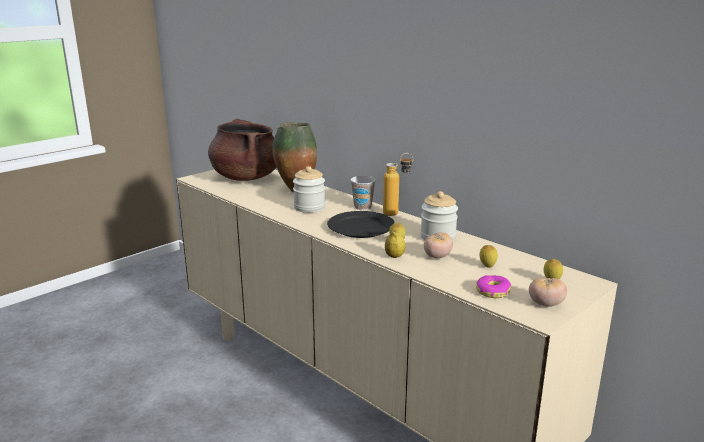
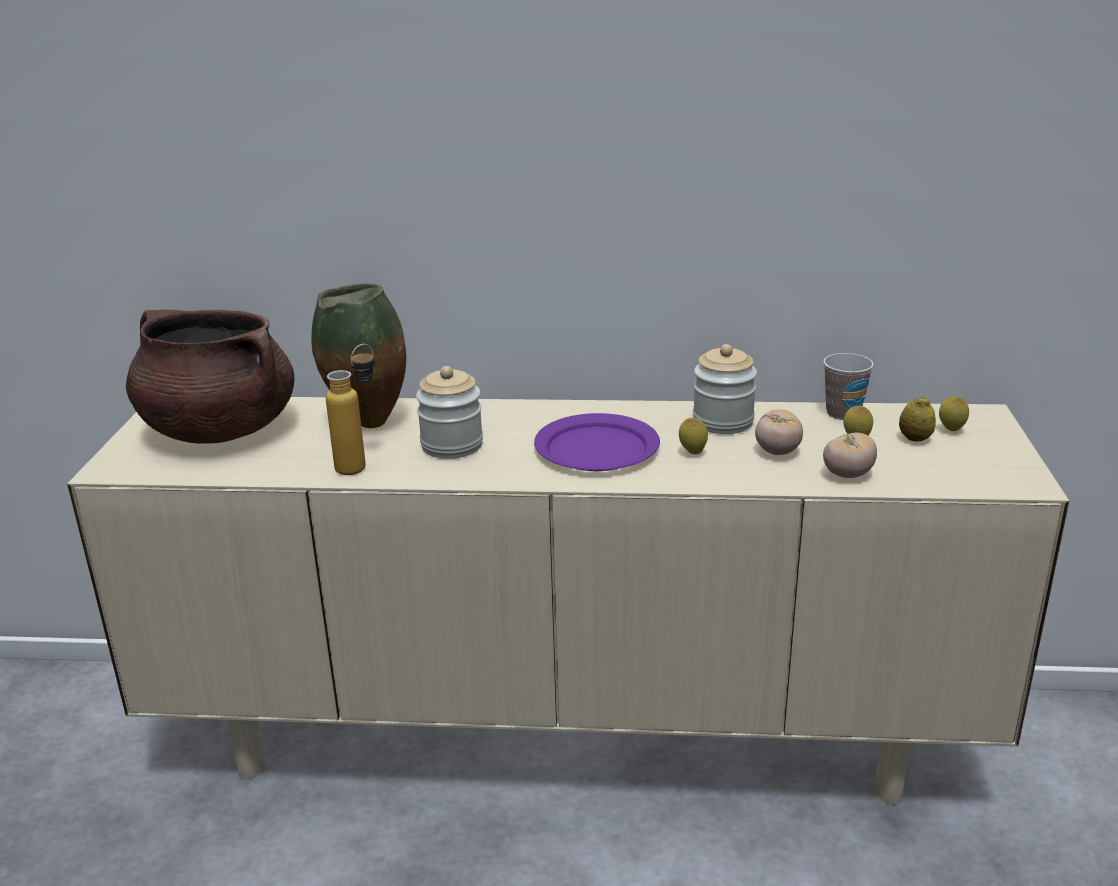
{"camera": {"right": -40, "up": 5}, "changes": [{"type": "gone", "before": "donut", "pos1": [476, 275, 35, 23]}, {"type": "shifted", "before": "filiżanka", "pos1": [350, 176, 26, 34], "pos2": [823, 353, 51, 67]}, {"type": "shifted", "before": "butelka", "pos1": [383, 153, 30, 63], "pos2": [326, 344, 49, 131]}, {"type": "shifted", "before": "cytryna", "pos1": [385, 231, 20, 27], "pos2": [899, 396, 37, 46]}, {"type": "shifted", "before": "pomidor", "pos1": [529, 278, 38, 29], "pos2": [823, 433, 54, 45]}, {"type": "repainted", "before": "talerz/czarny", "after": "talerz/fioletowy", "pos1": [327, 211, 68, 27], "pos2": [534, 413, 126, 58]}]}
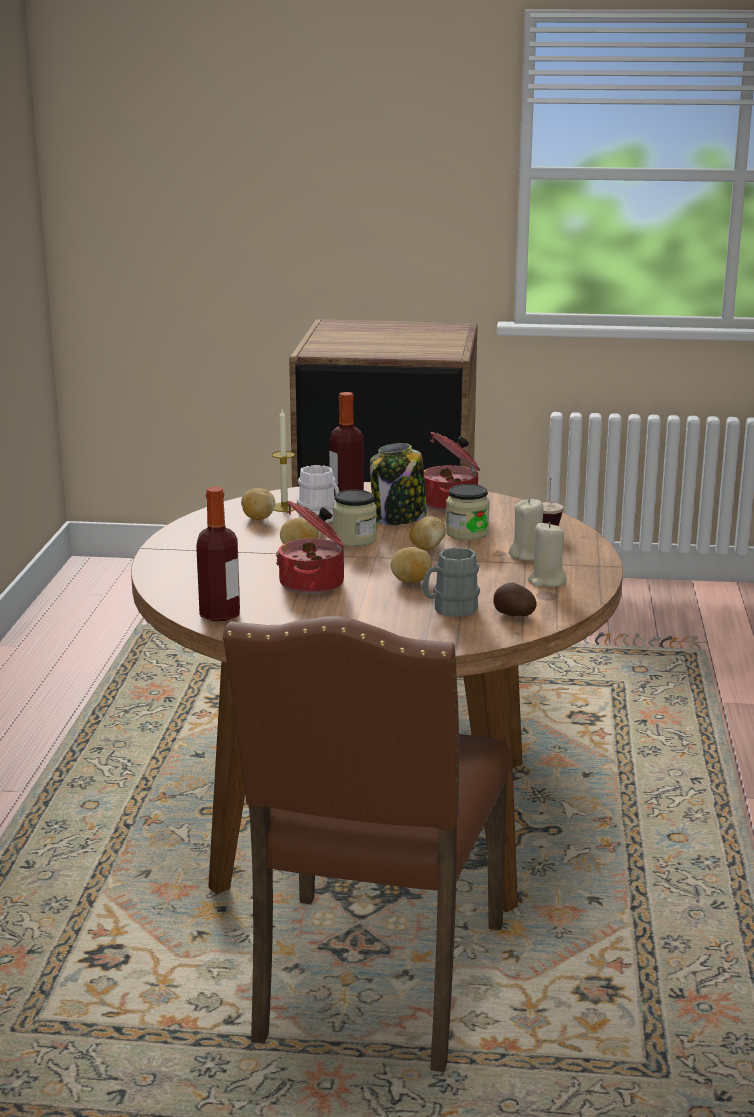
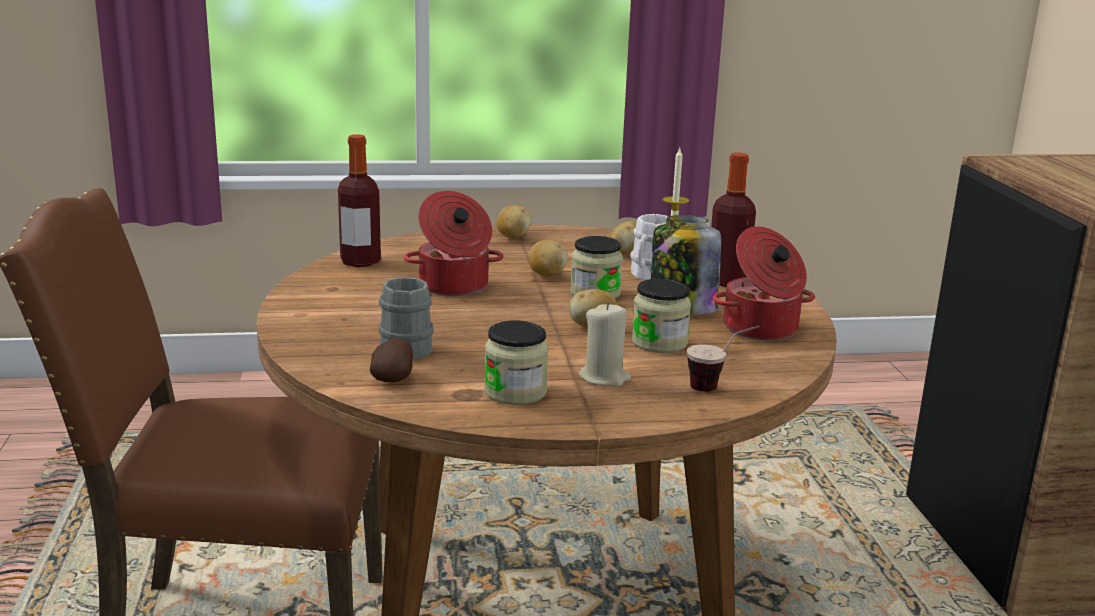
{"camera": {"right": 75, "up": 0}, "changes": [{"type": "shifted", "before": "ziemniak", "pos1": [390, 547, 42, 36], "pos2": [496, 205, 36, 33]}, {"type": "swapped", "before": "świeca/beżowy", "after": "słoik", "pos1": [527, 522, 40, 65], "pos2": [484, 321, 65, 84]}]}
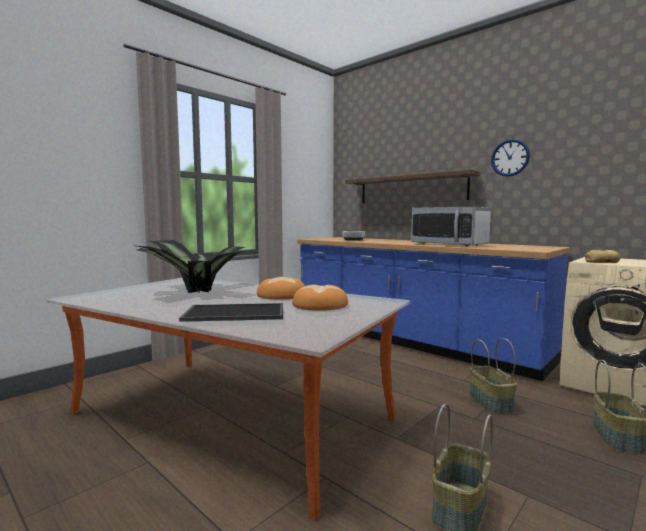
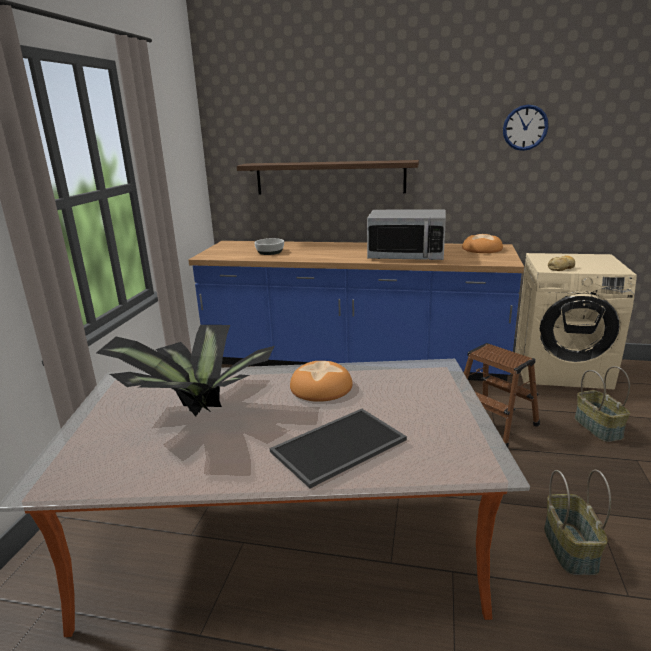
{"camera": {"right": -30, "up": 15}, "changes": [{"type": "shifted", "before": "chleb", "pos1": [292, 284, 56, 27], "pos2": [462, 234, 41, 19]}, {"type": "shifted", "before": "zegar ścienny", "pos1": [491, 139, 39, 38], "pos2": [503, 105, 46, 46]}, {"type": "swapped", "before": "koszyk", "after": "drabinka/brązowy", "pos1": [470, 338, 47, 77], "pos2": [464, 343, 76, 105]}]}
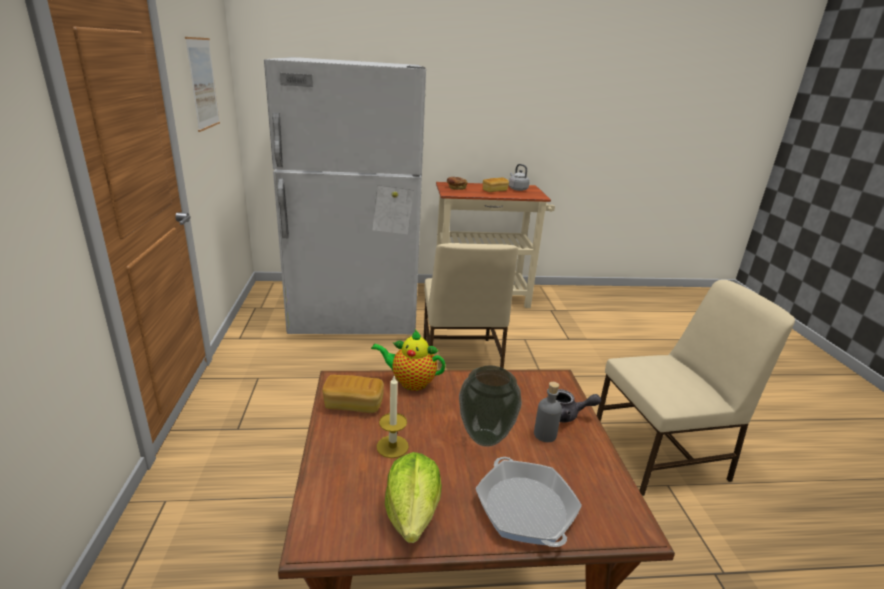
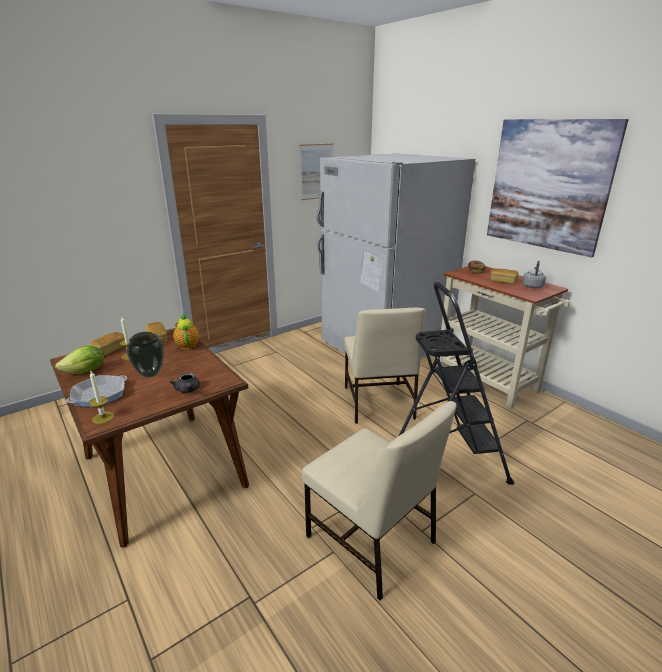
{"camera": {"right": 60, "up": 0}, "changes": [{"type": "gone", "before": "butelka/szary", "pos1": [534, 382, 28, 60]}, {"type": "new", "after": "chleb", "pos2": [89, 332, 36, 24]}, {"type": "new", "after": "świeca", "pos2": [89, 371, 25, 53]}, {"type": "new", "after": "drabinka", "pos2": [399, 282, 115, 203]}, {"type": "new", "after": "obraz", "pos2": [487, 119, 142, 138]}, {"type": "rotated", "before": "krzesło/beżowy", "pos1": [424, 243, 94, 126], "pos2": [344, 308, 82, 116], "turn": -60}]}
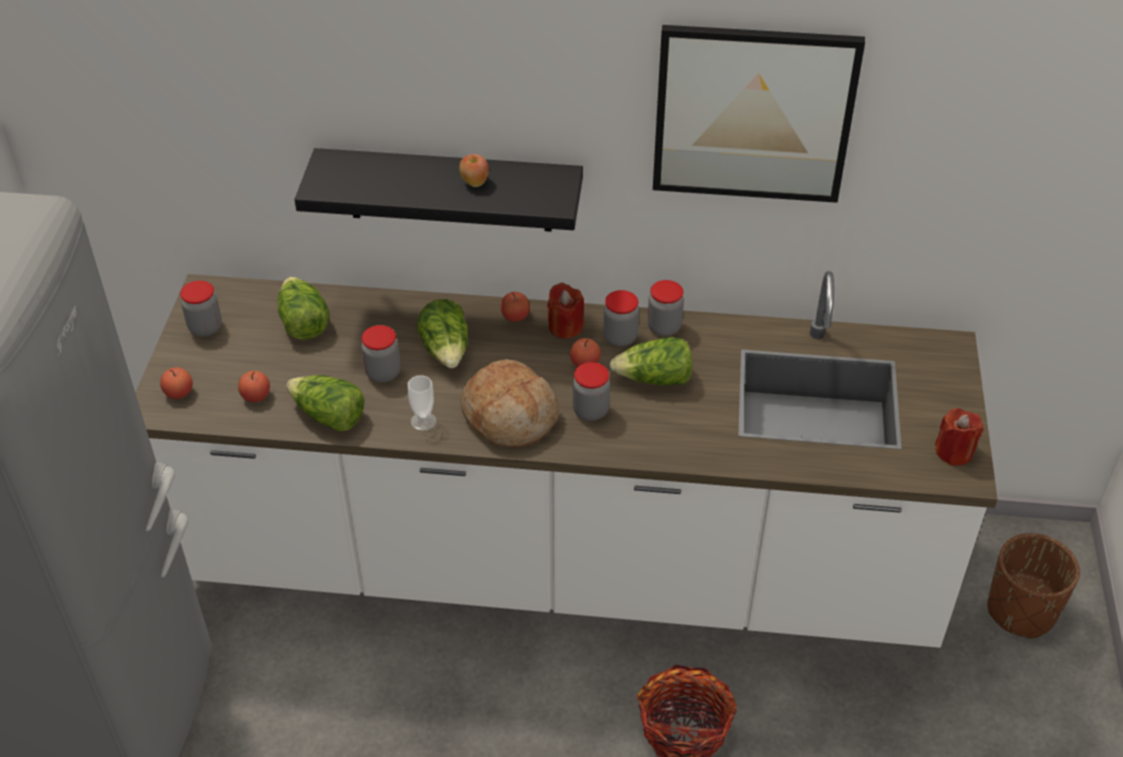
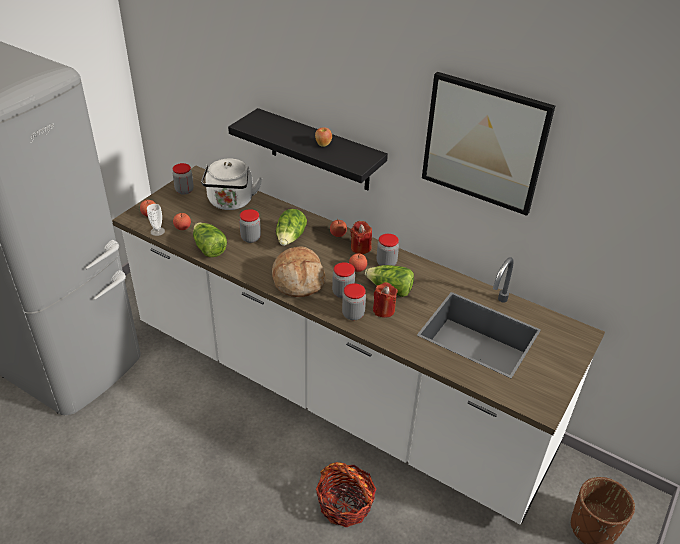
{"camera": {"right": 25, "up": -5}, "changes": [{"type": "shifted", "before": "filiżanka", "pos1": [408, 375, 28, 56], "pos2": [147, 204, 18, 32]}, {"type": "shifted", "before": "słoik", "pos1": [647, 280, 37, 56], "pos2": [342, 283, 24, 37]}, {"type": "shifted", "before": "świeca/czerwony", "pos1": [935, 408, 49, 58], "pos2": [373, 282, 25, 36]}, {"type": "swapped", "before": "sałata", "after": "czajnik/biały", "pos1": [278, 276, 51, 64], "pos2": [201, 158, 61, 52]}]}
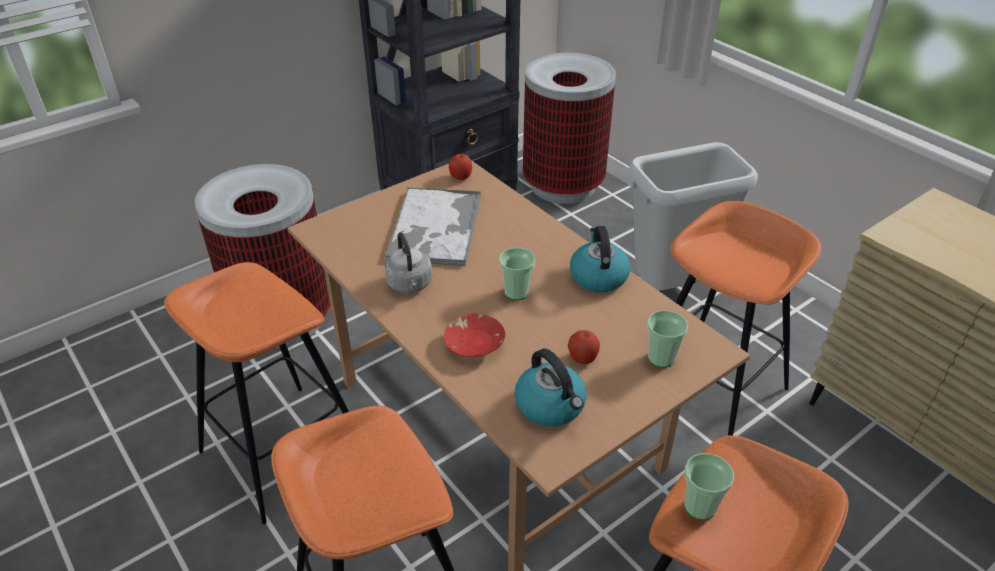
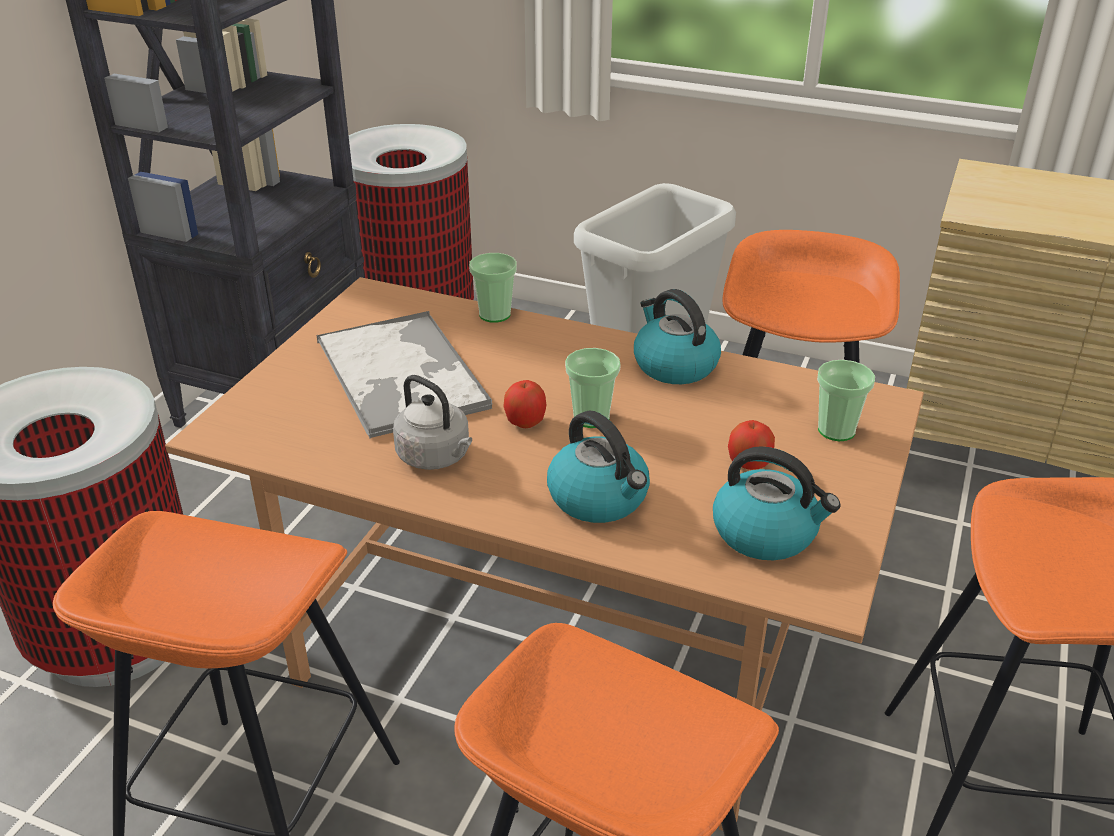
{"camera": {"right": -30, "up": -5}, "changes": [{"type": "shifted", "before": "jabłko", "pos1": [449, 154, 23, 26], "pos2": [503, 380, 43, 48]}, {"type": "shifted", "before": "filiżanka", "pos1": [684, 453, 50, 67], "pos2": [469, 253, 48, 70]}, {"type": "swapped", "before": "miska/czerwony", "after": "czajnik", "pos1": [444, 313, 61, 44], "pos2": [547, 411, 103, 112]}]}
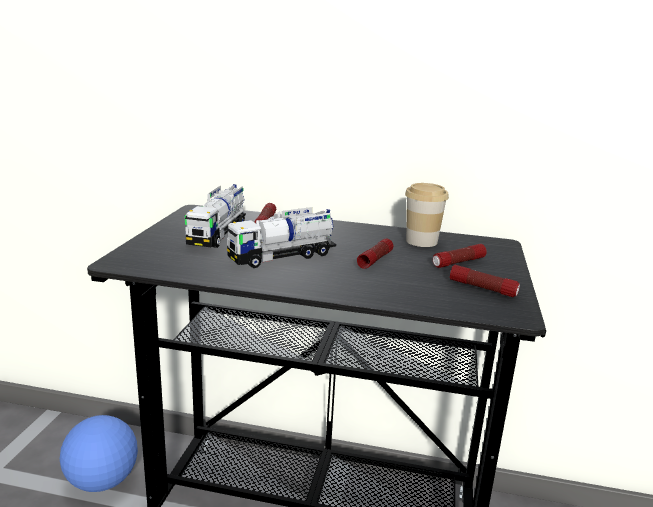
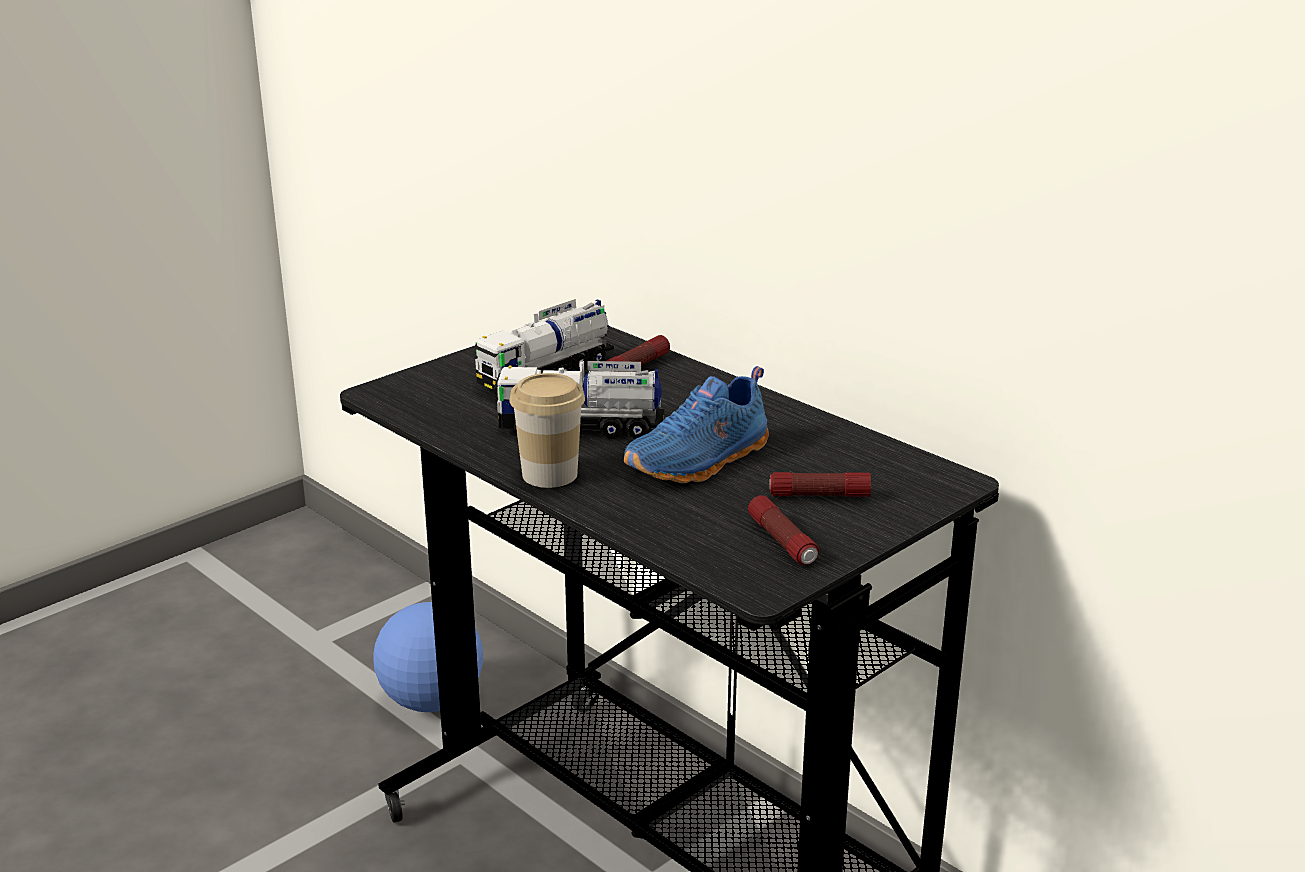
{"camera": {"right": 35, "up": 5}, "changes": [{"type": "shifted", "before": "filiżanka", "pos1": [405, 183, 44, 64], "pos2": [509, 373, 76, 115]}, {"type": "swapped", "before": "latarka", "after": "but/niebieski", "pos1": [357, 238, 37, 31], "pos2": [624, 366, 145, 117]}]}
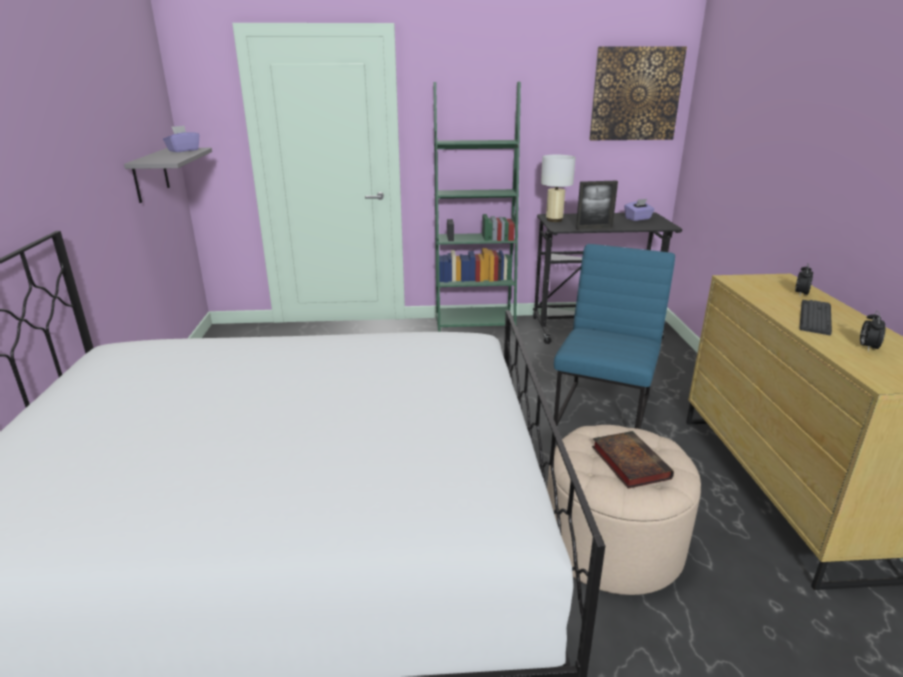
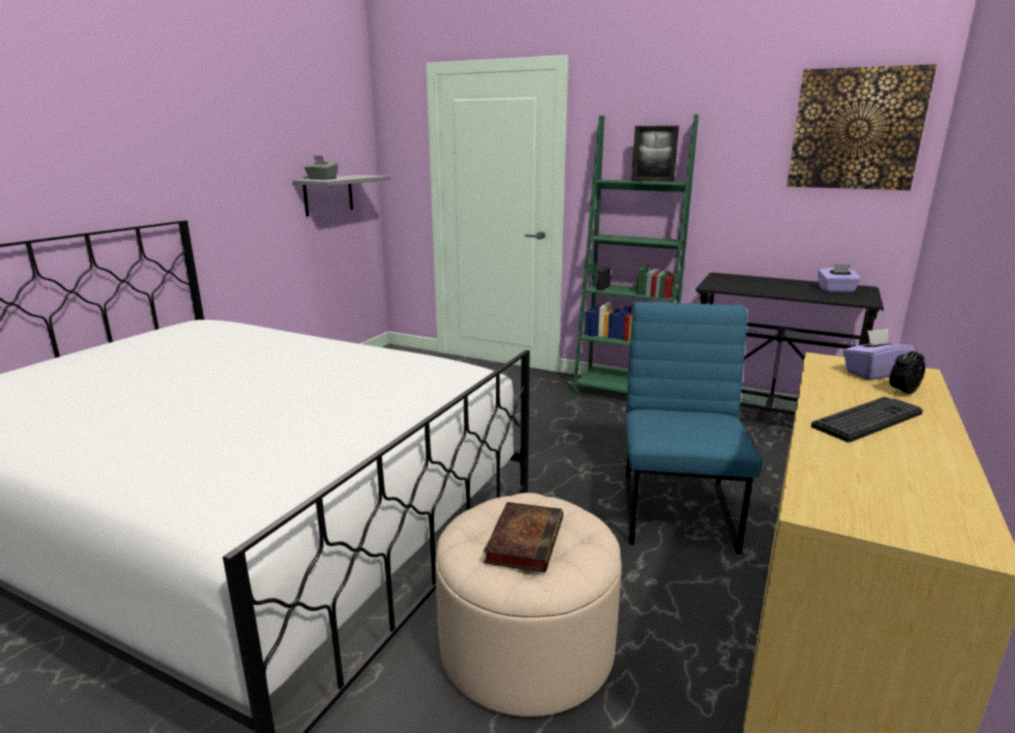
{"camera": {"right": 30, "up": -5}, "changes": [{"type": "gone", "before": "lampa stołowa/biały", "pos1": [541, 155, 34, 67]}, {"type": "gone", "before": "budzik", "pos1": [860, 311, 25, 40]}, {"type": "new", "after": "pudełko chusteczek/szary", "pos2": [304, 155, 34, 25]}, {"type": "shifted", "before": "pudełko chusteczek/fioletowy", "pos1": [163, 126, 36, 26], "pos2": [843, 328, 73, 52]}, {"type": "shifted", "before": "ramka na zdjęcie", "pos1": [576, 180, 42, 50], "pos2": [632, 126, 47, 56]}, {"type": "rotated", "before": "krzesło/niebieski", "pos1": [554, 244, 121, 185], "pos2": [625, 302, 137, 252], "turn": -45}]}
